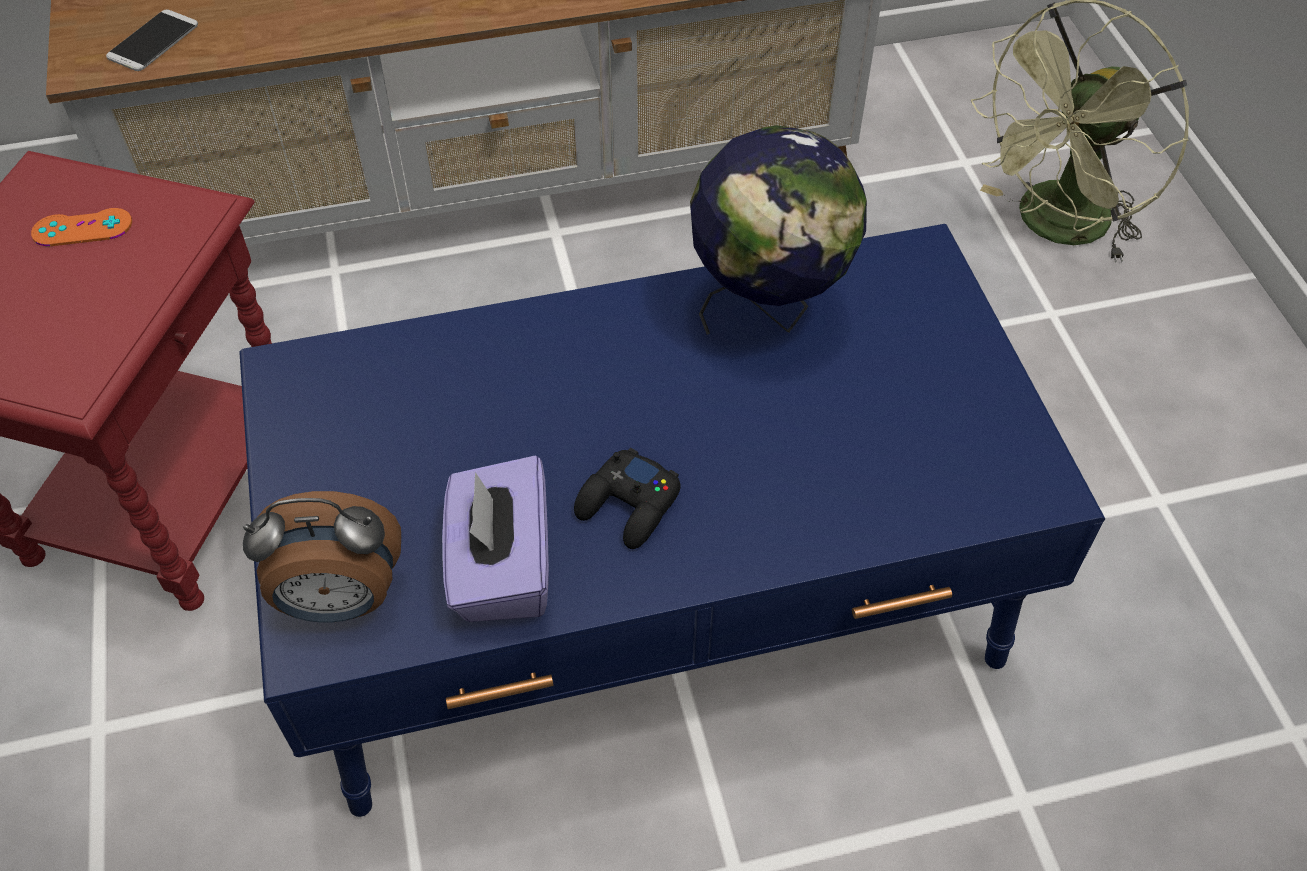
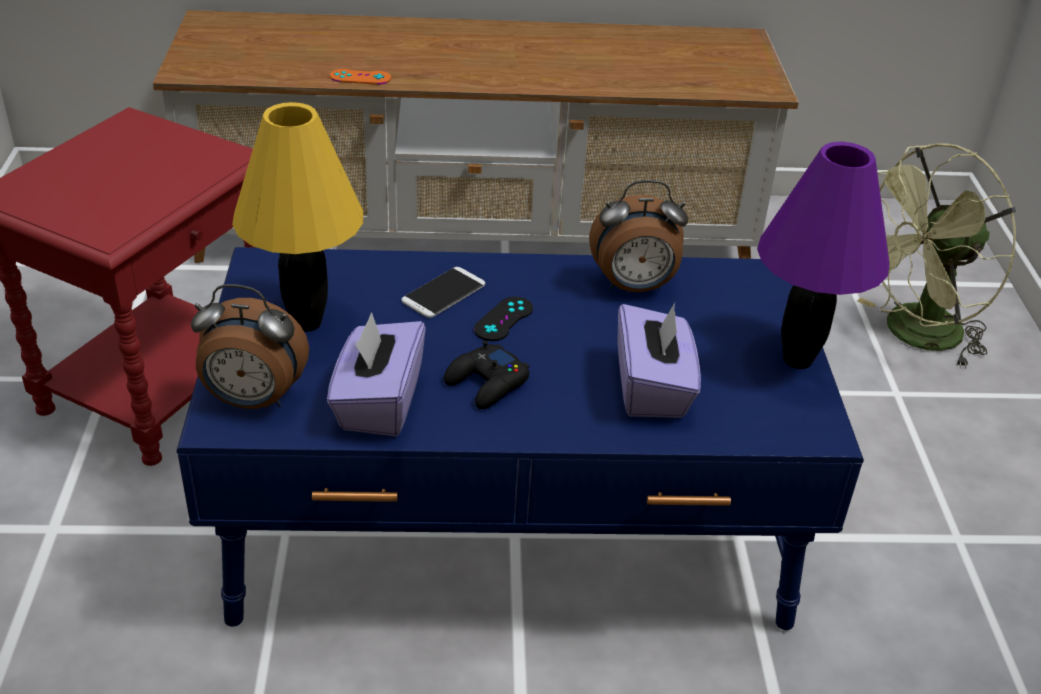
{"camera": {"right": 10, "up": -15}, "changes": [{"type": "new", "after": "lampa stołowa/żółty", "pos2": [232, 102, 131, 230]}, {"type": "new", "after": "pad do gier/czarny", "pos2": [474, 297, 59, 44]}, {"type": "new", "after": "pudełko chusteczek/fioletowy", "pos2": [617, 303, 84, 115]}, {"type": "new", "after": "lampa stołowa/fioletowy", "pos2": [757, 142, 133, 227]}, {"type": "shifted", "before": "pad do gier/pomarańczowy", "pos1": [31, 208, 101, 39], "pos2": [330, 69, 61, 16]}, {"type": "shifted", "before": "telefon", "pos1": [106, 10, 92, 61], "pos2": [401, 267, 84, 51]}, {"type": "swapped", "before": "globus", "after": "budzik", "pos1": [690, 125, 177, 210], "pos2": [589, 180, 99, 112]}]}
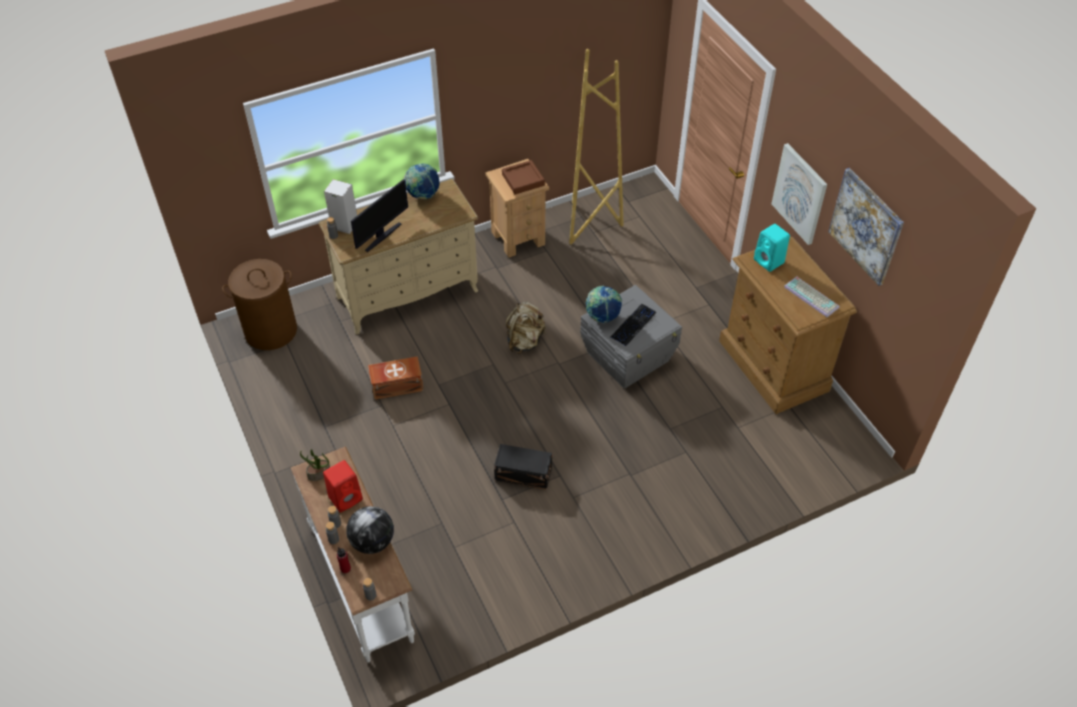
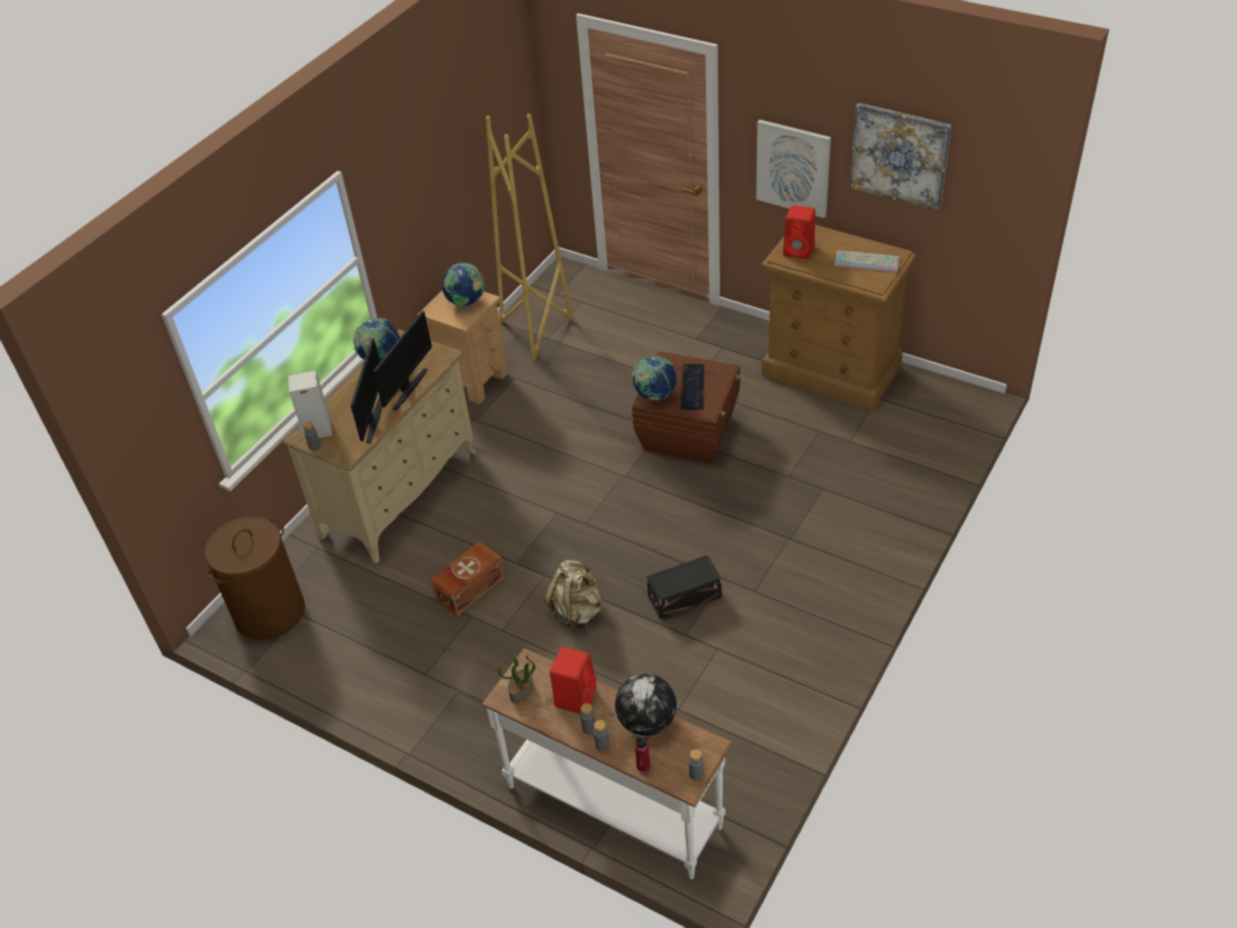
{"camera": {"right": -30, "up": -5}, "changes": [{"type": "new", "after": "monitor", "pos2": [373, 311, 59, 100]}, {"type": "shifted", "before": "plecak/beżowy", "pos1": [506, 302, 40, 52], "pos2": [544, 560, 57, 72]}, {"type": "swapped", "before": "taca/brązowy", "after": "globus", "pos1": [502, 160, 43, 35], "pos2": [441, 263, 43, 44]}, {"type": "repainted", "before": "pojemnik do przechowywania/szary", "after": "pojemnik do przechowywania/brązowy", "pos1": [580, 285, 102, 104], "pos2": [632, 351, 109, 113]}, {"type": "repainted", "before": "głośnik/turkusowy", "after": "głośnik/czerwony", "pos1": [754, 224, 36, 48], "pos2": [783, 205, 32, 54]}]}
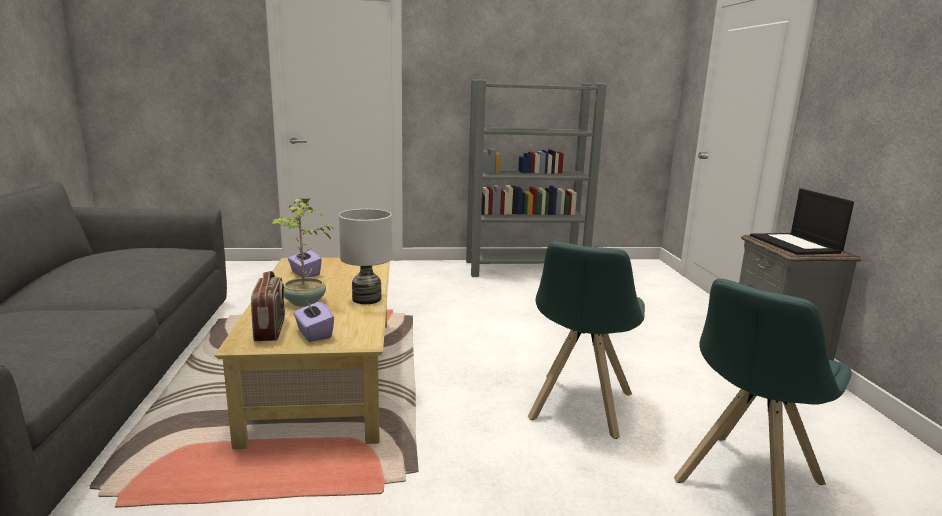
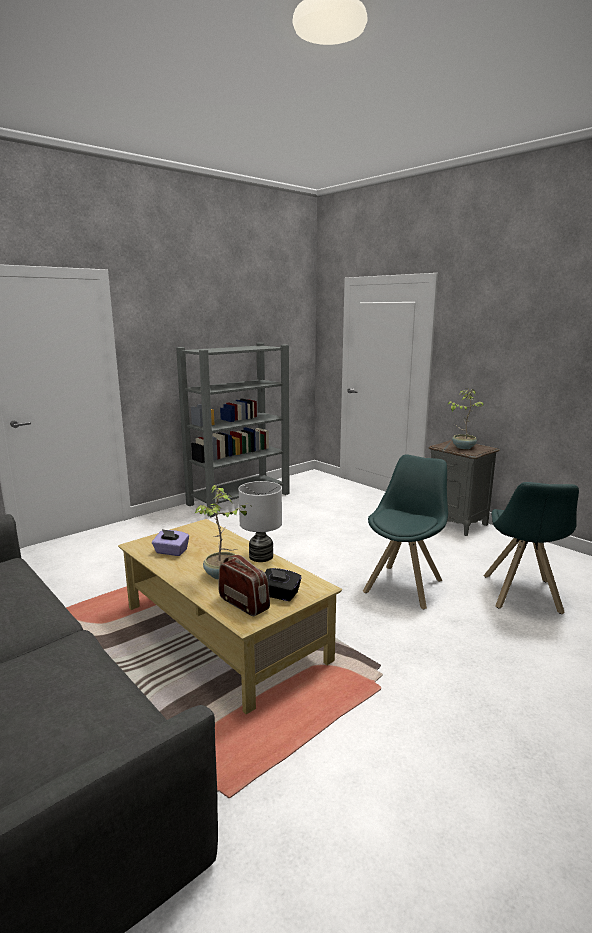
{"camera": {"right": -35, "up": 0}, "changes": [{"type": "swapped", "before": "laptop", "after": "roślina doniczkowa", "pos1": [750, 189, 104, 66], "pos2": [448, 388, 35, 61]}, {"type": "repainted", "before": "pudełko chusteczek/fioletowy", "after": "pudełko chusteczek/czarny", "pos1": [293, 300, 41, 42], "pos2": [265, 568, 36, 33]}, {"type": "rotated", "before": "krzesło/turkusowy", "pos1": [528, 241, 117, 198], "pos2": [363, 455, 85, 154], "turn": -135}]}
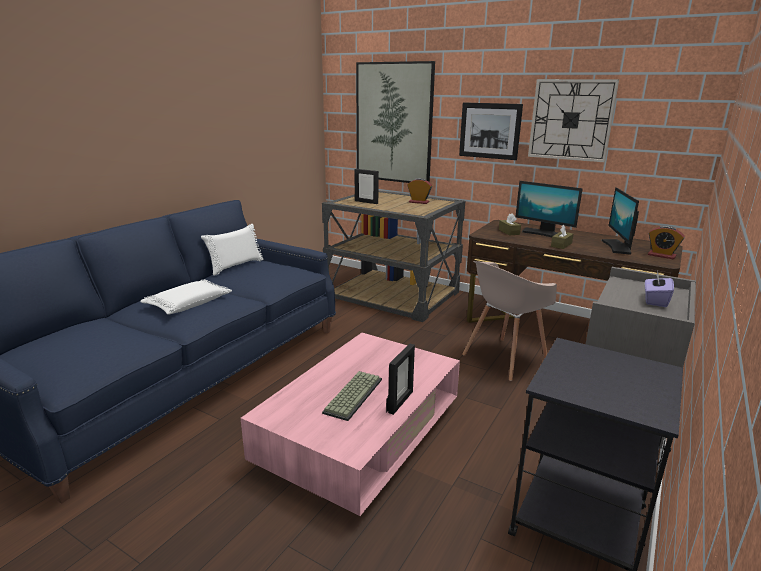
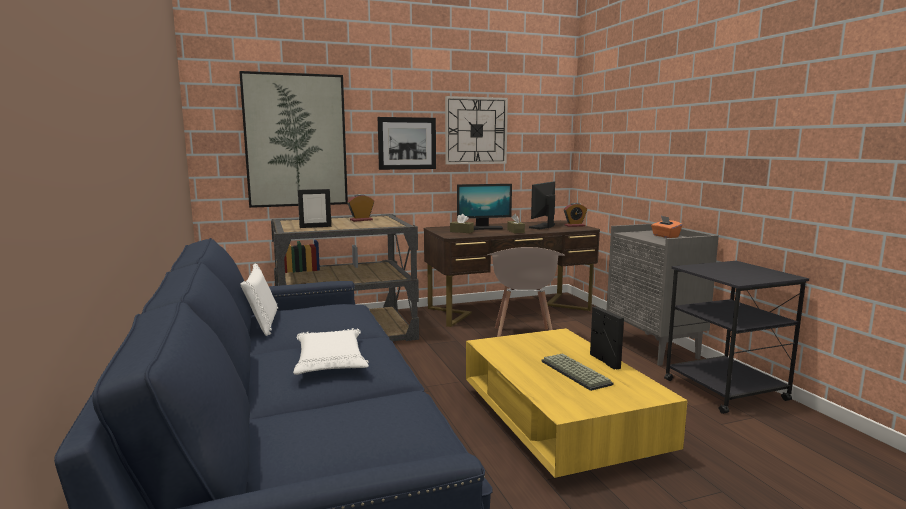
{"camera": {"right": -50, "up": -10}, "changes": [{"type": "repainted", "before": "ława/różowy", "after": "ława/żółty", "pos1": [241, 333, 219, 183], "pos2": [466, 328, 222, 150]}, {"type": "repainted", "before": "pudełko chusteczek/fioletowy", "after": "pudełko chusteczek/pomarańczowy", "pos1": [645, 271, 29, 36], "pos2": [651, 216, 31, 22]}, {"type": "rotated", "before": "monitor", "pos1": [602, 187, 37, 68], "pos2": [529, 181, 26, 48], "turn": 75}]}
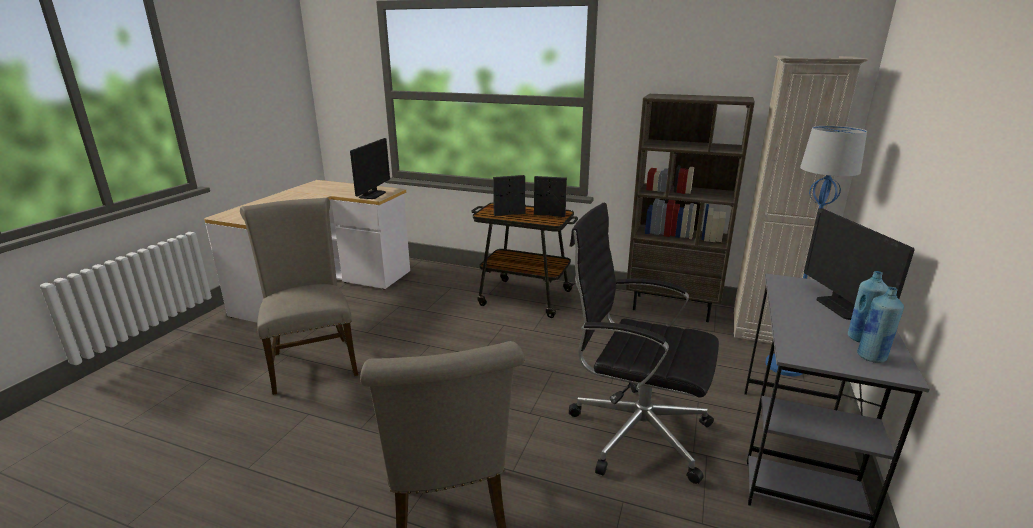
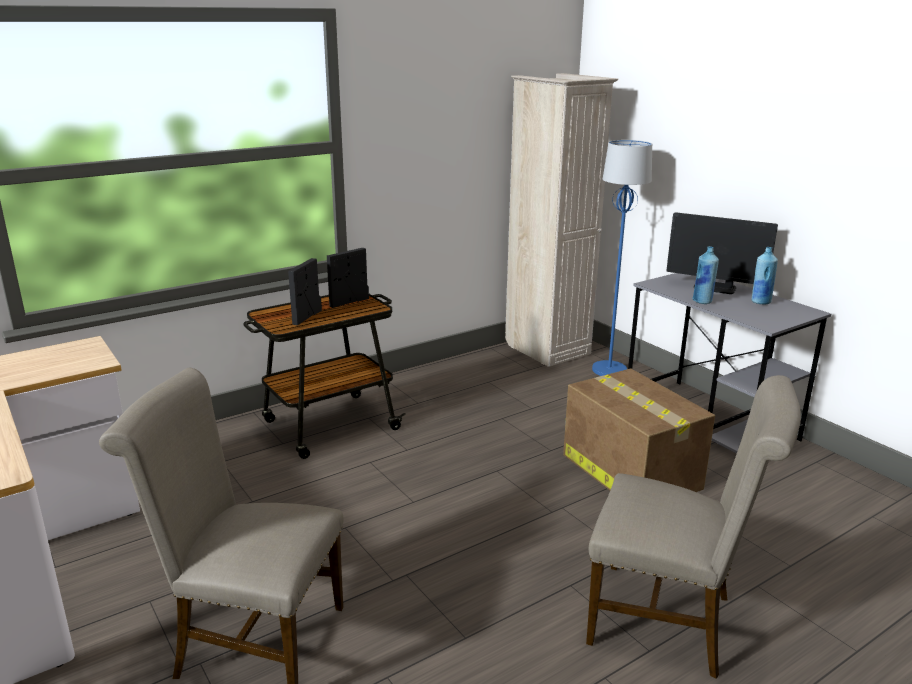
{"camera": {"right": -55, "up": 0}, "changes": [{"type": "gone", "before": "monitor", "pos1": [350, 138, 40, 61]}, {"type": "gone", "before": "regał/brązowy", "pos1": [626, 94, 129, 228]}, {"type": "shifted", "before": "butelka/niebieski", "pos1": [857, 287, 47, 76], "pos2": [692, 246, 27, 58]}, {"type": "swapped", "before": "krzesło biurowe/czarny", "after": "karton", "pos1": [569, 203, 150, 281], "pos2": [563, 369, 152, 123]}]}
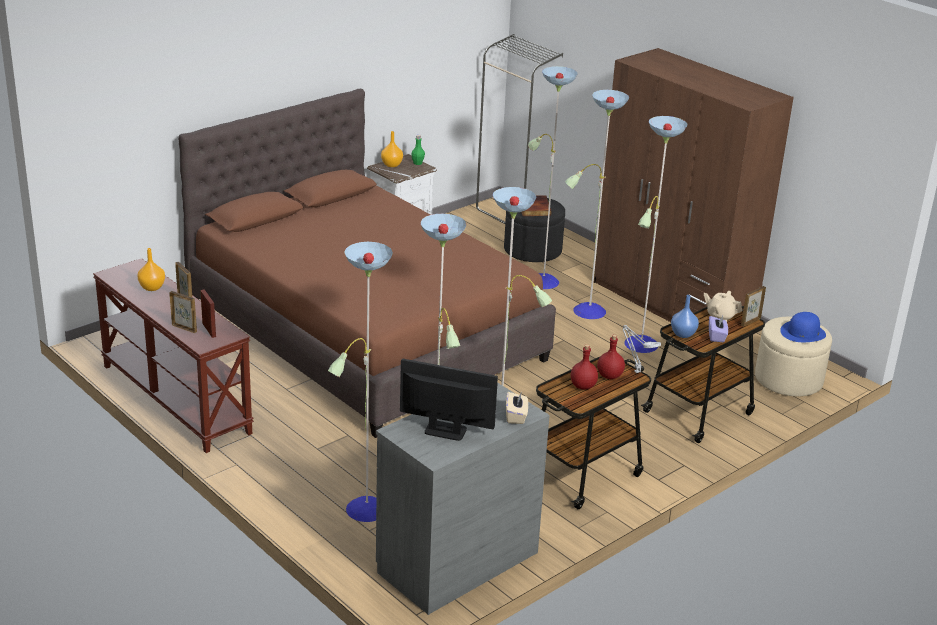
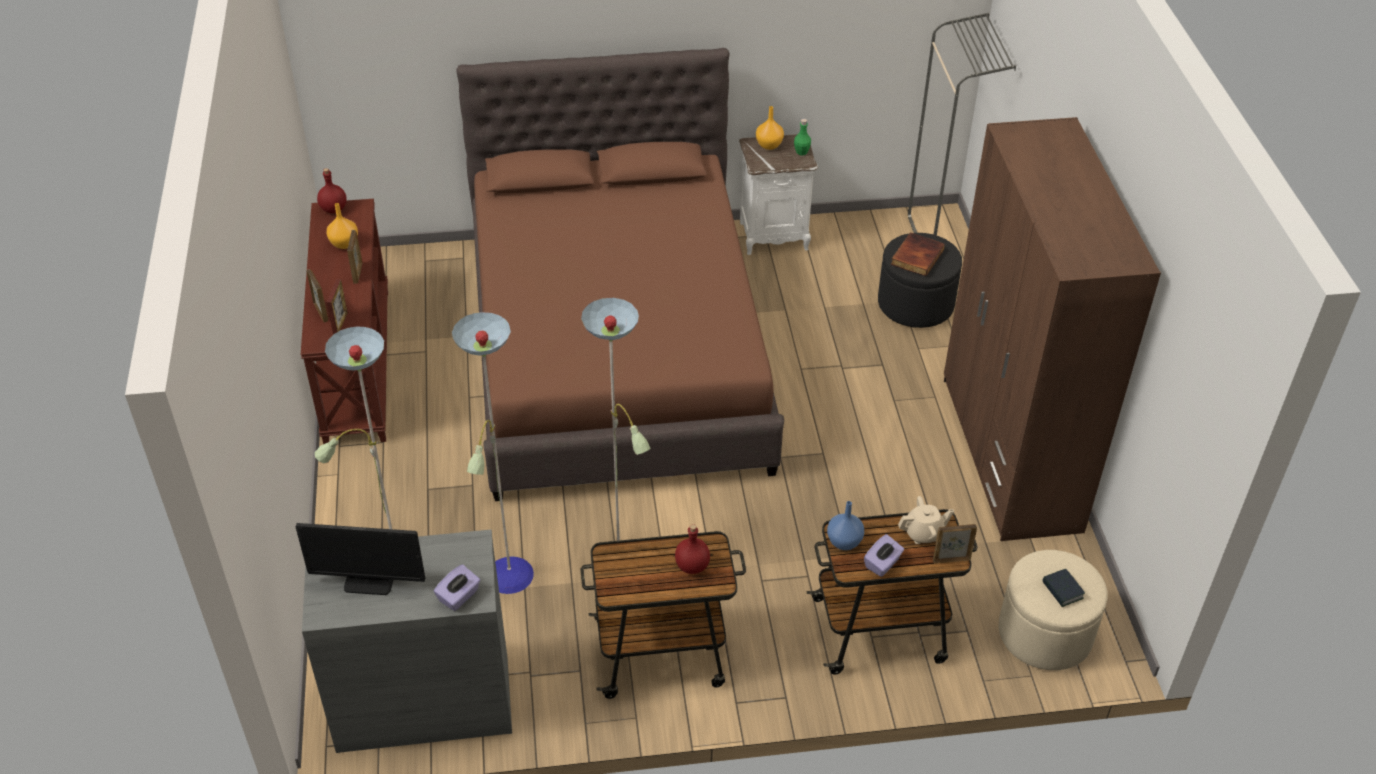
{"camera": {"right": 35, "up": 15}, "changes": [{"type": "gone", "before": "lampa stojąca", "pos1": [528, 66, 159, 287]}, {"type": "gone", "before": "lampa stołowa/szary", "pos1": [623, 325, 38, 48]}, {"type": "shifted", "before": "butelka/czerwony", "pos1": [571, 344, 27, 45], "pos2": [317, 168, 30, 45]}, {"type": "swapped", "before": "kapelusz/niebieski", "after": "książka", "pos1": [780, 312, 46, 30], "pos2": [1042, 569, 43, 38]}, {"type": "repainted", "before": "pudełko chusteczek/beżowy", "after": "pudełko chusteczek/fioletowy", "pos1": [506, 392, 22, 32], "pos2": [434, 564, 47, 47]}, {"type": "rotated", "before": "monitor", "pos1": [400, 359, 98, 82], "pos2": [296, 523, 129, 72], "turn": 135}, {"type": "rotated", "before": "imbryk/beżowy", "pos1": [704, 291, 38, 31], "pos2": [898, 496, 56, 48], "turn": 105}]}
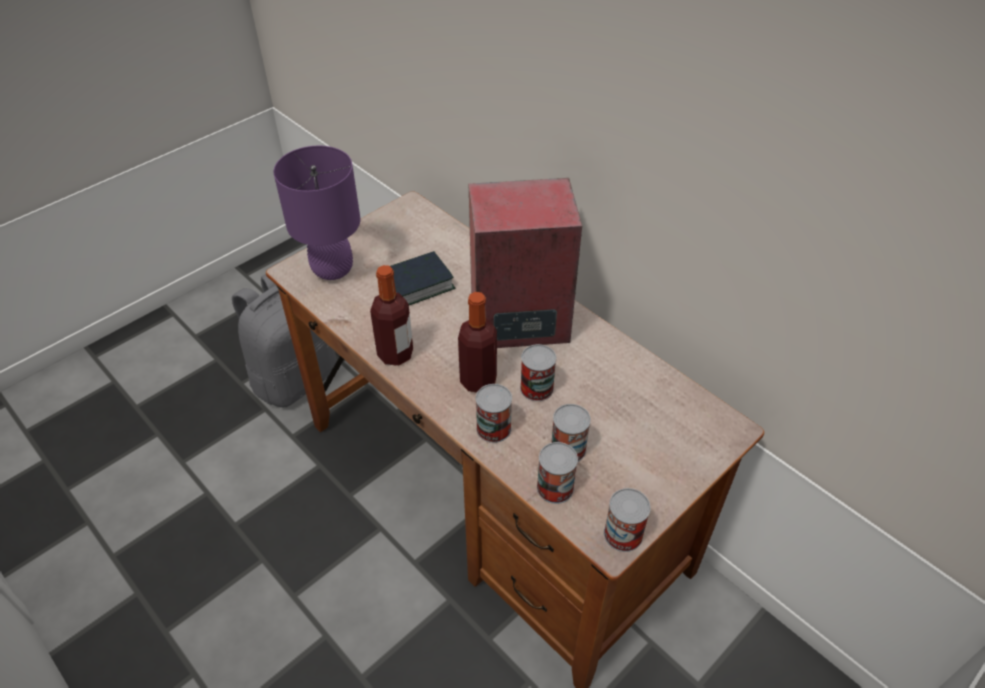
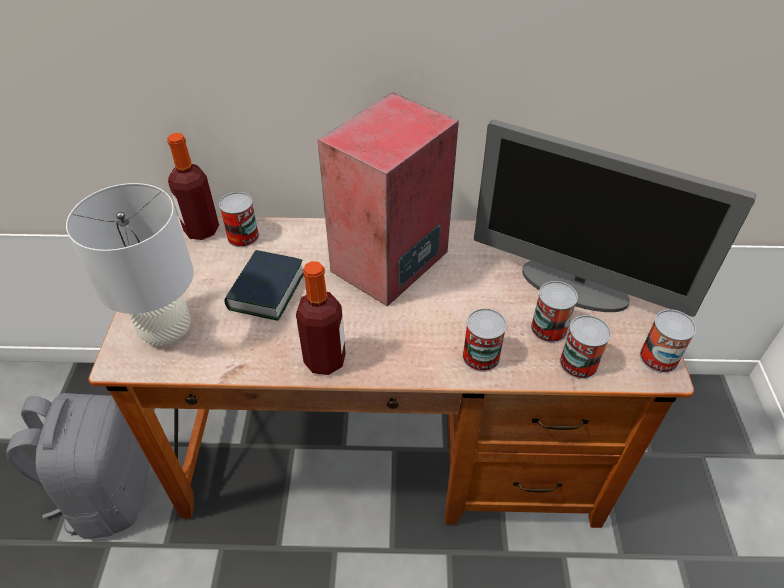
{"camera": {"right": -45, "up": 0}, "changes": [{"type": "new", "after": "monitor", "pos2": [474, 119, 282, 198]}, {"type": "shifted", "before": "butelka", "pos1": [458, 292, 39, 100], "pos2": [167, 133, 52, 107]}, {"type": "shifted", "before": "puszka", "pos1": [520, 344, 36, 57], "pos2": [219, 192, 40, 55]}, {"type": "repainted", "before": "lampa stołowa/fioletowy", "after": "lampa stołowa/szary", "pos1": [274, 146, 86, 134], "pos2": [66, 183, 128, 163]}]}
